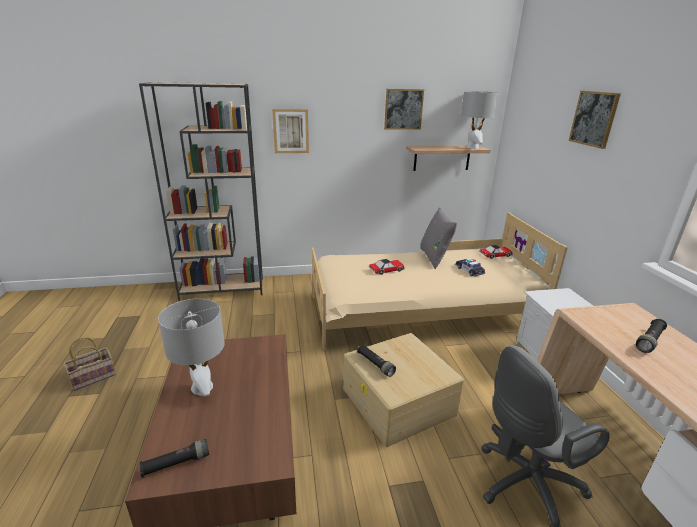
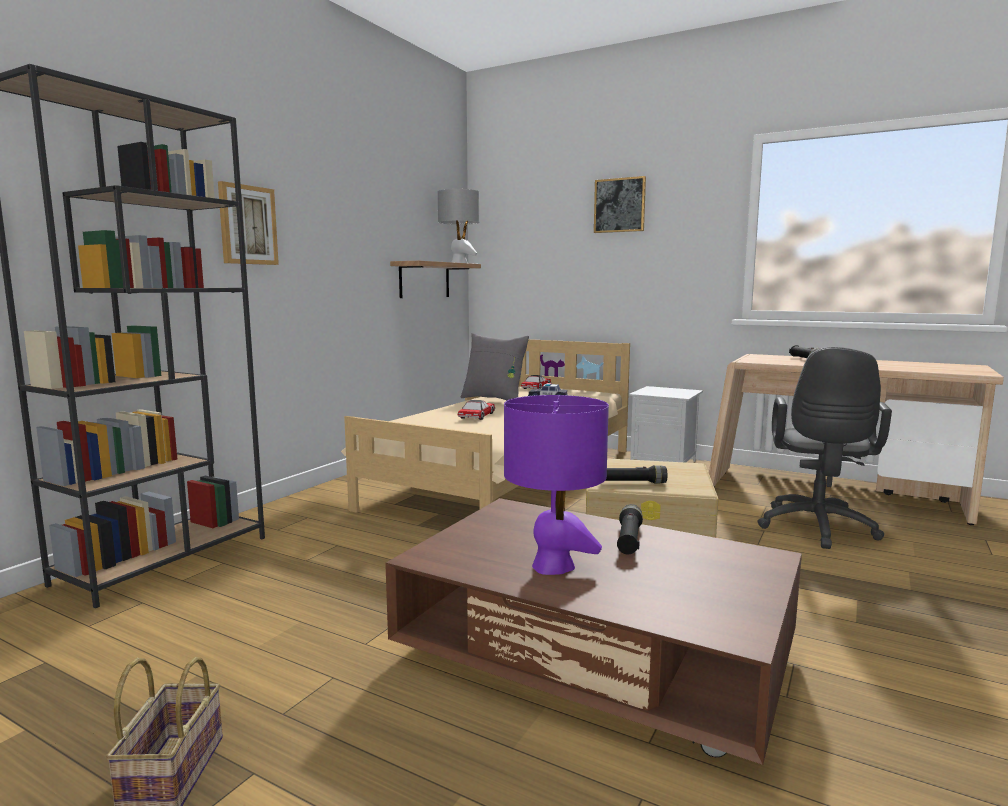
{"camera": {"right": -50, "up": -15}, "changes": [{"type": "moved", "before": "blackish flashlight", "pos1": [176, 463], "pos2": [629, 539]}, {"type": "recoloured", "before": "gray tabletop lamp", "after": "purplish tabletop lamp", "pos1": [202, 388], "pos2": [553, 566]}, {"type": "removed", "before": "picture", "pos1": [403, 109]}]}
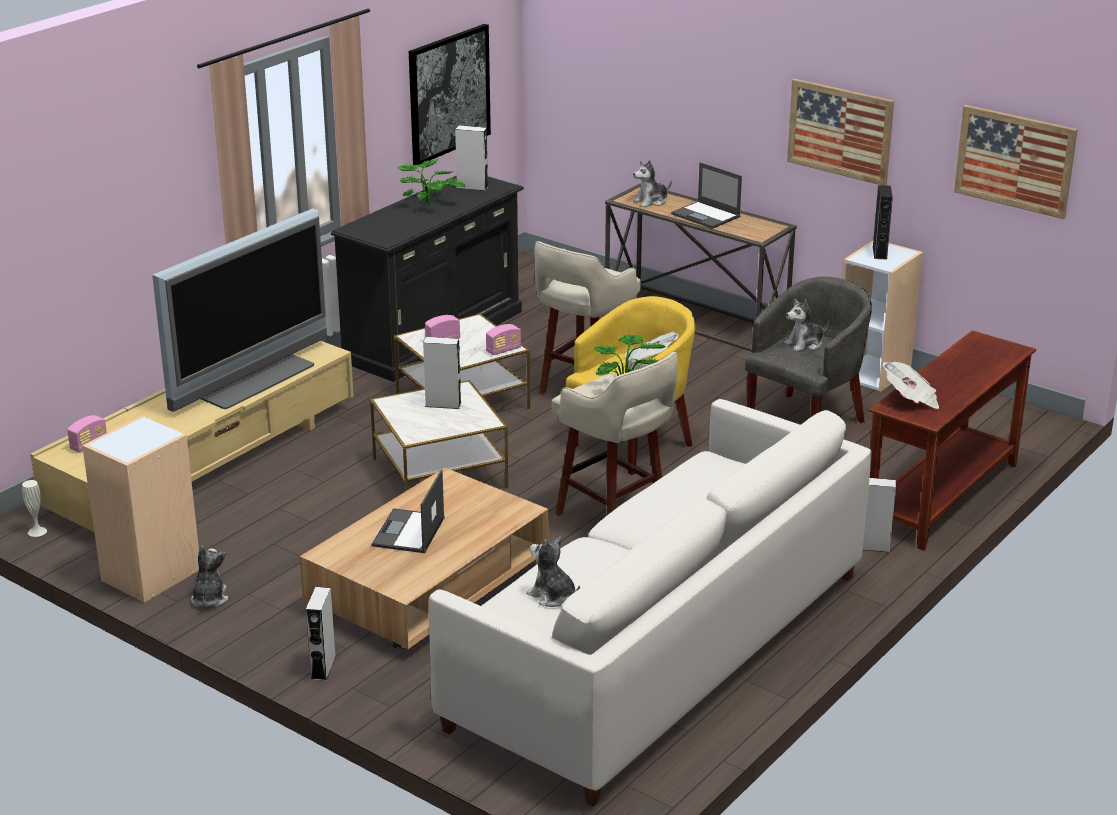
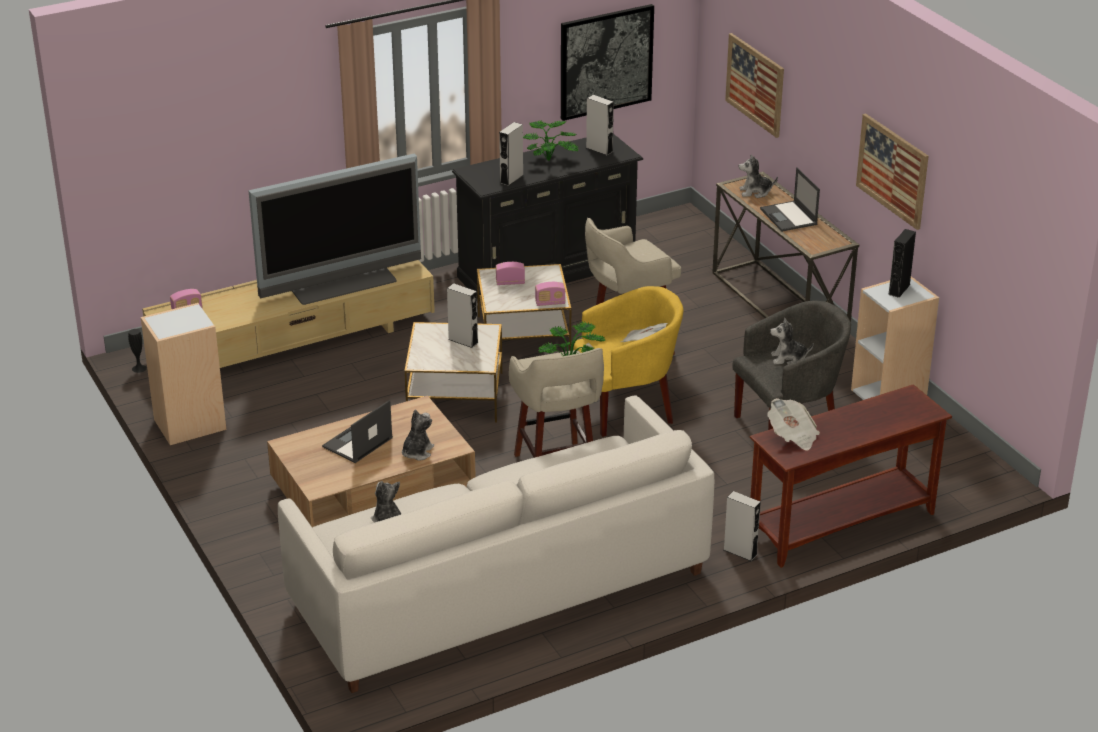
{"camera": {"right": 25, "up": 5}, "changes": [{"type": "recoloured", "before": "white-coloured decorative vase", "after": "blackish decorative vase", "pos1": [37, 531], "pos2": [139, 368]}, {"type": "moved", "before": "plush toy", "pos1": [209, 598], "pos2": [417, 452]}, {"type": "moved", "before": "gray loudspeaker", "pos1": [323, 668], "pos2": [511, 179]}, {"type": "moved", "before": "picture", "pos1": [1015, 161], "pos2": [755, 84]}]}
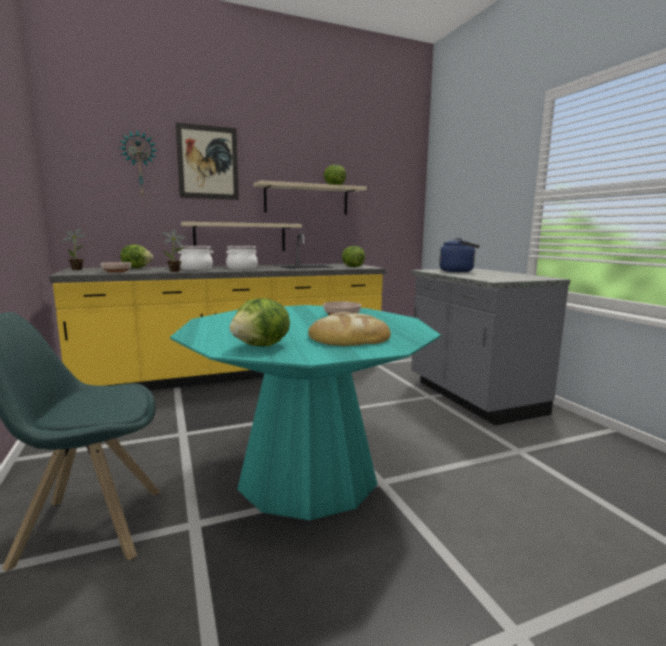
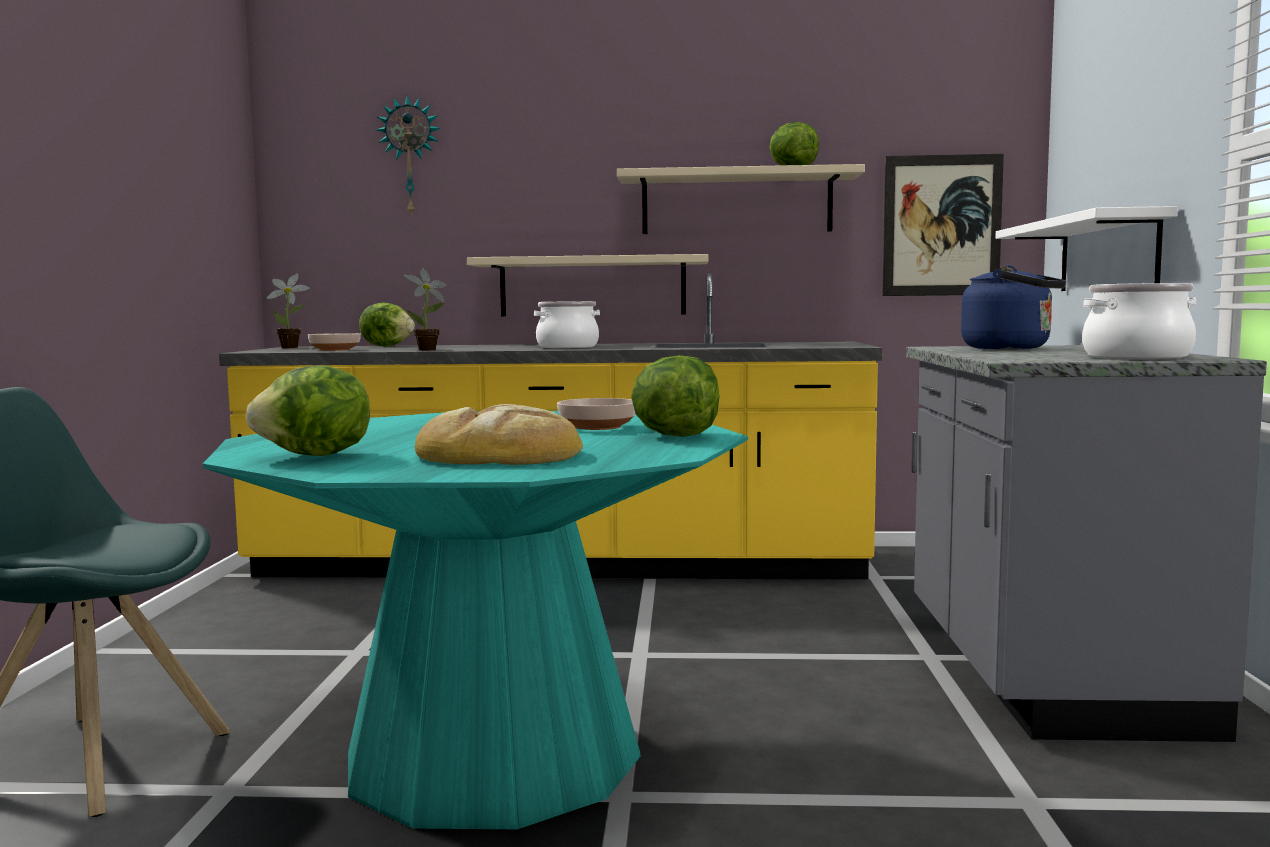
{"camera": {"right": 25, "up": -5}, "changes": [{"type": "moved", "before": "picture", "pos1": [208, 162], "pos2": [941, 225]}, {"type": "moved", "before": "stockpot", "pos1": [196, 269], "pos2": [1136, 357]}, {"type": "moved", "before": "head of lettuce", "pos1": [352, 267], "pos2": [675, 436]}, {"type": "added", "after": "white-coloured wall shelf", "pos2": [1107, 254]}]}
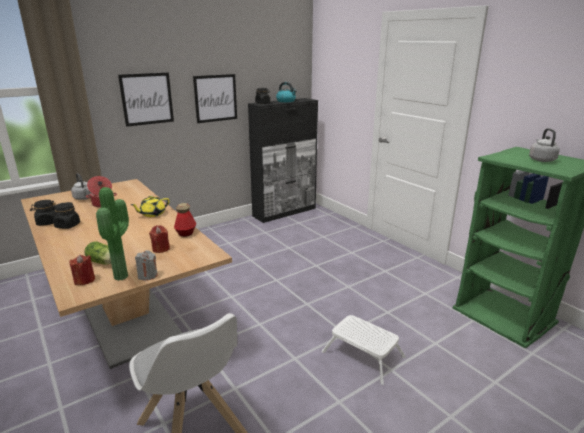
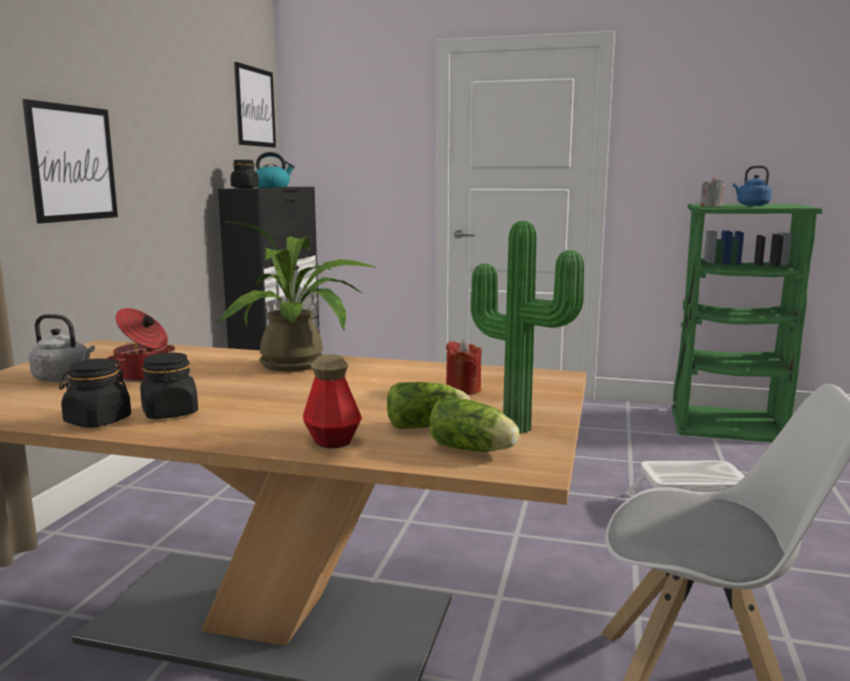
{"camera": {"right": -40, "up": -10}, "changes": [{"type": "replaced", "before": "reddish candle", "after": "head of lettuce", "pos1": [84, 280], "pos2": [474, 450]}, {"type": "replaced", "before": "yellow teapot", "after": "potted plant", "pos1": [152, 214], "pos2": [300, 365]}, {"type": "moved", "before": "gray candle", "pos1": [147, 275], "pos2": [711, 206]}, {"type": "moved", "before": "bottle", "pos1": [186, 233], "pos2": [332, 440]}, {"type": "moved", "before": "picture", "pos1": [215, 98], "pos2": [255, 107]}, {"type": "recoloured", "before": "gray kettle", "after": "blue-coloured kettle", "pos1": [541, 159], "pos2": [751, 205]}]}
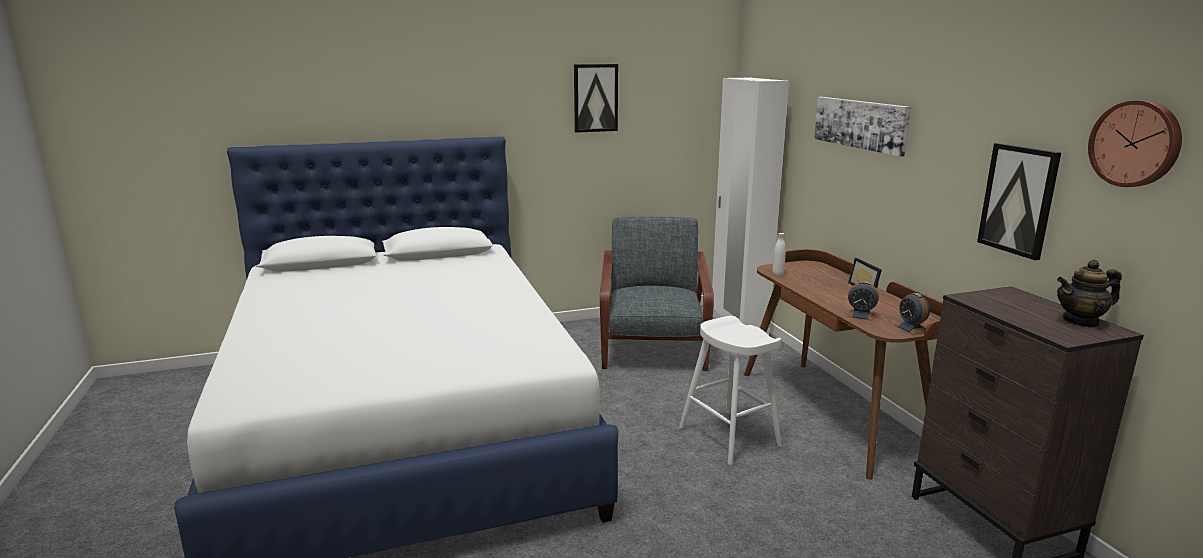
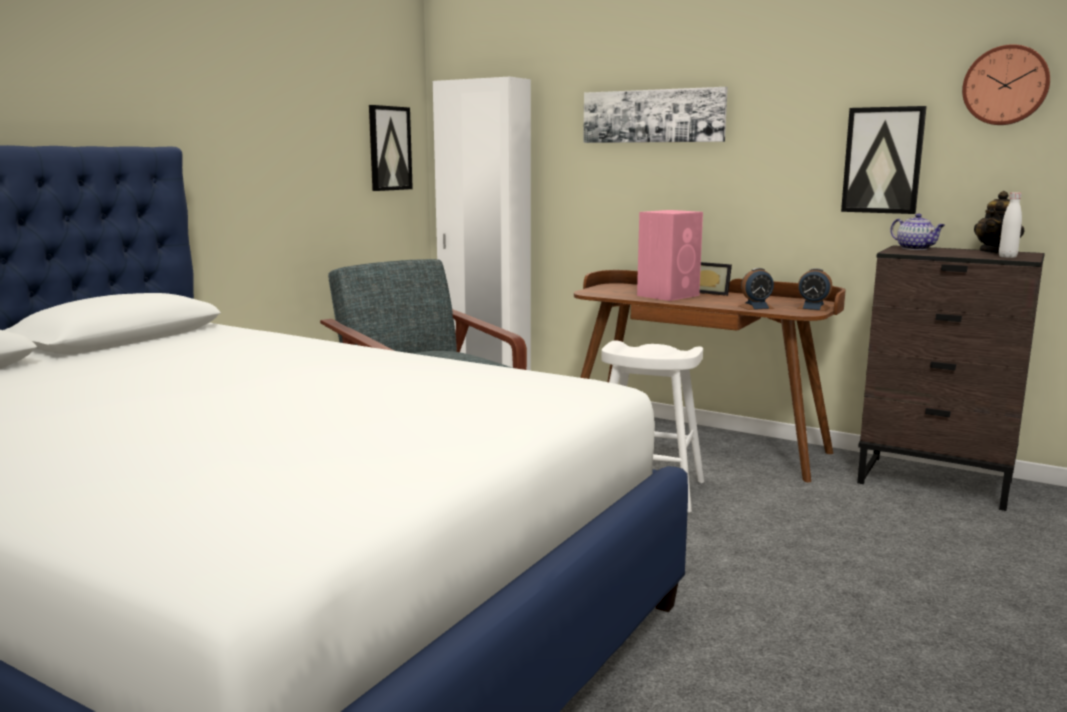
{"camera": {"right": -40, "up": -5}, "changes": [{"type": "moved", "before": "picture", "pos1": [595, 98], "pos2": [389, 148]}, {"type": "moved", "before": "white-coloured bottle", "pos1": [778, 274], "pos2": [1007, 257]}, {"type": "added", "after": "pink loudspeaker", "pos2": [669, 295]}, {"type": "added", "after": "teapot", "pos2": [916, 249]}]}
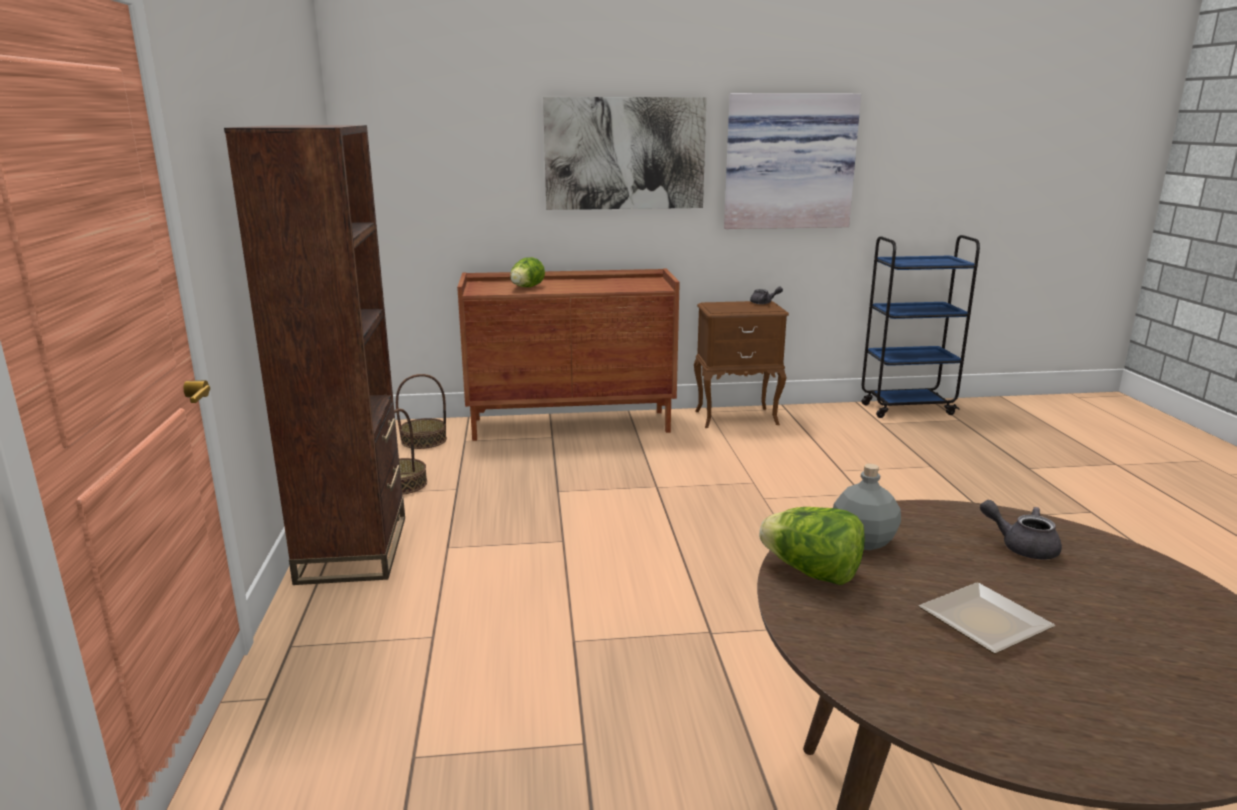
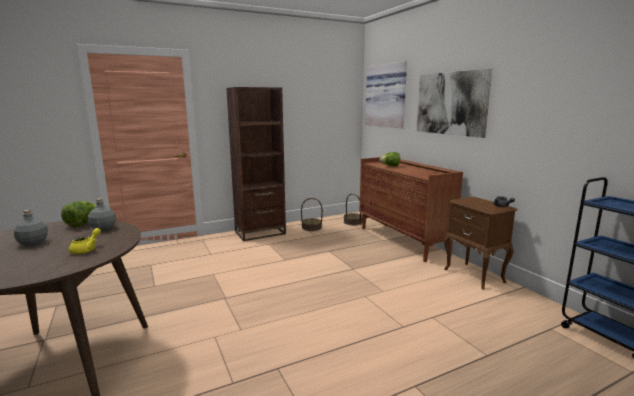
{"camera": {"right": 70, "up": -5}, "changes": [{"type": "moved", "before": "picture", "pos1": [788, 162], "pos2": [387, 95]}, {"type": "replaced", "before": "dinner plate", "after": "gray bottle", "pos1": [979, 622], "pos2": [33, 243]}, {"type": "recoloured", "before": "gray teapot", "after": "yellow teapot", "pos1": [1021, 546], "pos2": [86, 250]}]}
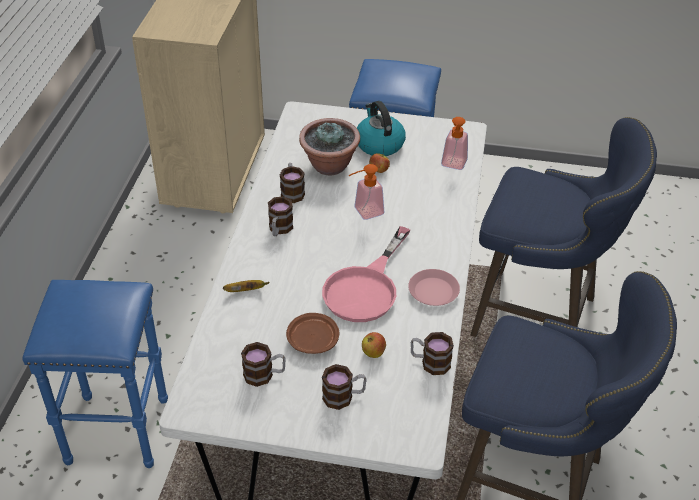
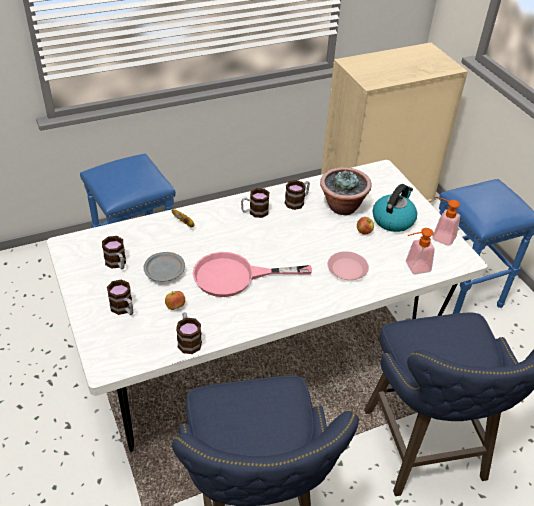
{"camera": {"right": 55, "up": 0}, "changes": [{"type": "recoloured", "before": "brownish dinner plate", "after": "gray dinner plate", "pos1": [312, 339], "pos2": [165, 272]}, {"type": "moved", "before": "liquid soap bottle", "pos1": [364, 212], "pos2": [439, 236]}, {"type": "moved", "before": "pink dinner plate", "pos1": [433, 291], "pos2": [347, 269]}]}
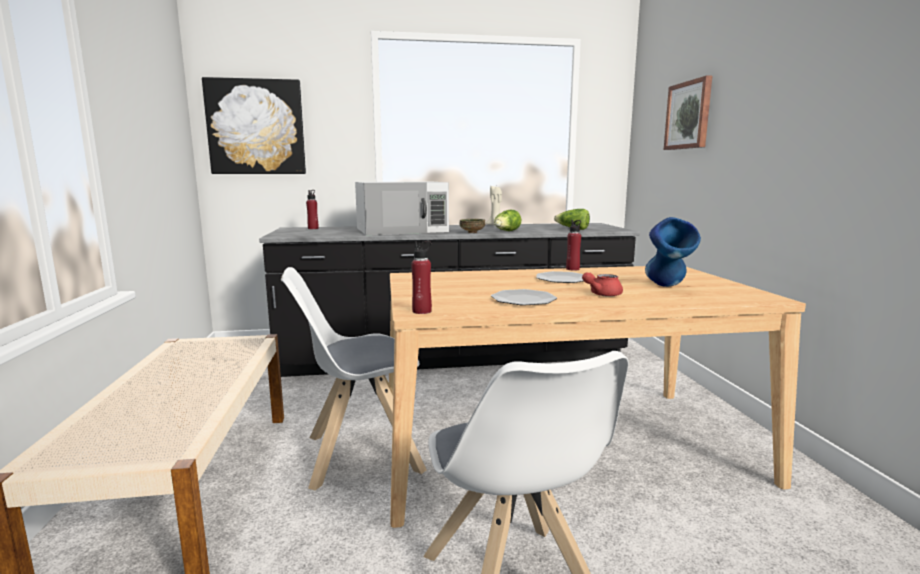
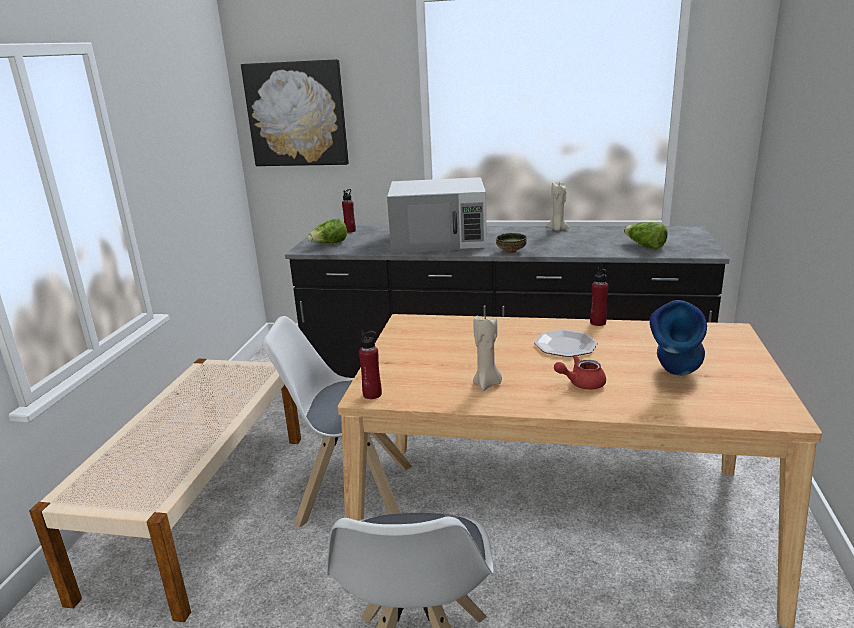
{"camera": {"right": 20, "up": 10}, "changes": [{"type": "replaced", "before": "dinner plate", "after": "beige-coloured candle", "pos1": [523, 299], "pos2": [487, 384]}, {"type": "moved", "before": "head of lettuce", "pos1": [506, 231], "pos2": [329, 244]}, {"type": "removed", "before": "picture", "pos1": [689, 115]}]}
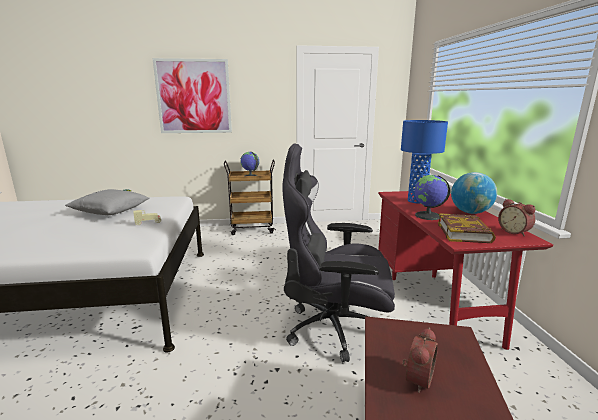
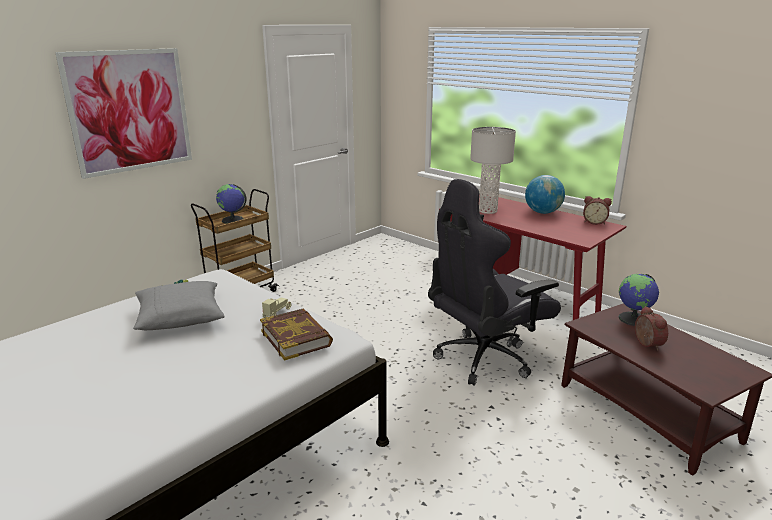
{"camera": {"right": -40, "up": 5}, "changes": [{"type": "recoloured", "before": "blue-coloured tabletop lamp", "after": "white-coloured tabletop lamp", "pos1": [416, 201], "pos2": [487, 210]}, {"type": "moved", "before": "desk globe", "pos1": [428, 216], "pos2": [634, 319]}, {"type": "moved", "before": "volume", "pos1": [464, 232], "pos2": [296, 338]}]}
